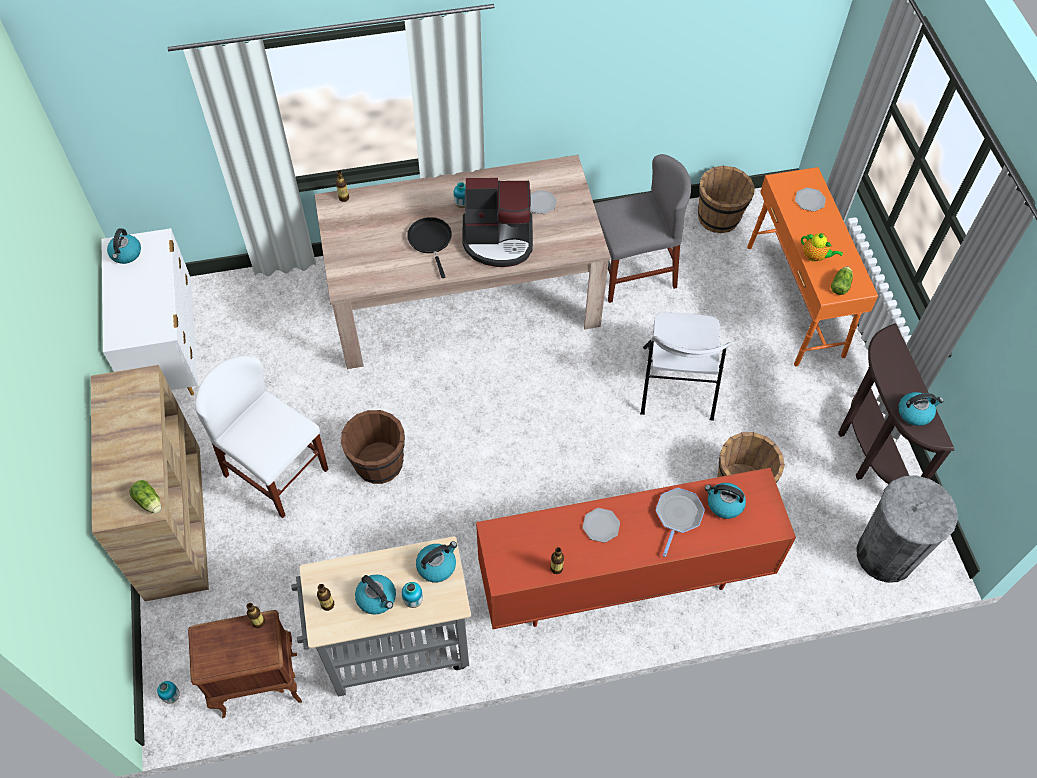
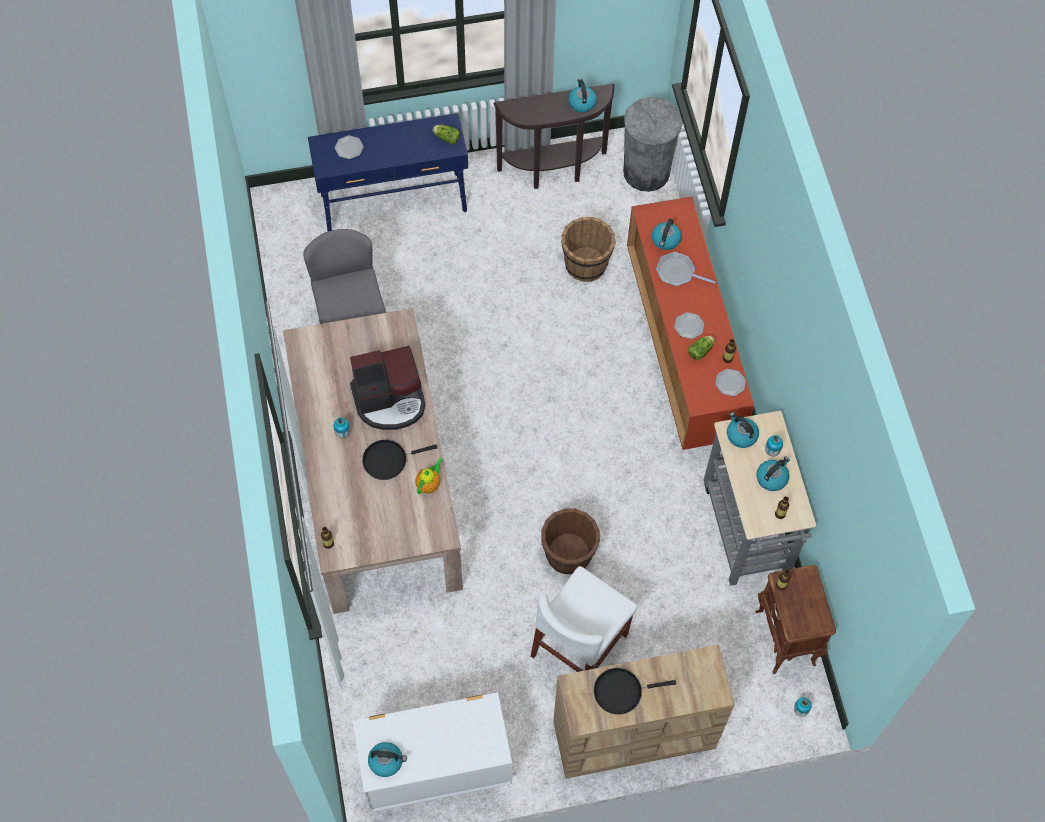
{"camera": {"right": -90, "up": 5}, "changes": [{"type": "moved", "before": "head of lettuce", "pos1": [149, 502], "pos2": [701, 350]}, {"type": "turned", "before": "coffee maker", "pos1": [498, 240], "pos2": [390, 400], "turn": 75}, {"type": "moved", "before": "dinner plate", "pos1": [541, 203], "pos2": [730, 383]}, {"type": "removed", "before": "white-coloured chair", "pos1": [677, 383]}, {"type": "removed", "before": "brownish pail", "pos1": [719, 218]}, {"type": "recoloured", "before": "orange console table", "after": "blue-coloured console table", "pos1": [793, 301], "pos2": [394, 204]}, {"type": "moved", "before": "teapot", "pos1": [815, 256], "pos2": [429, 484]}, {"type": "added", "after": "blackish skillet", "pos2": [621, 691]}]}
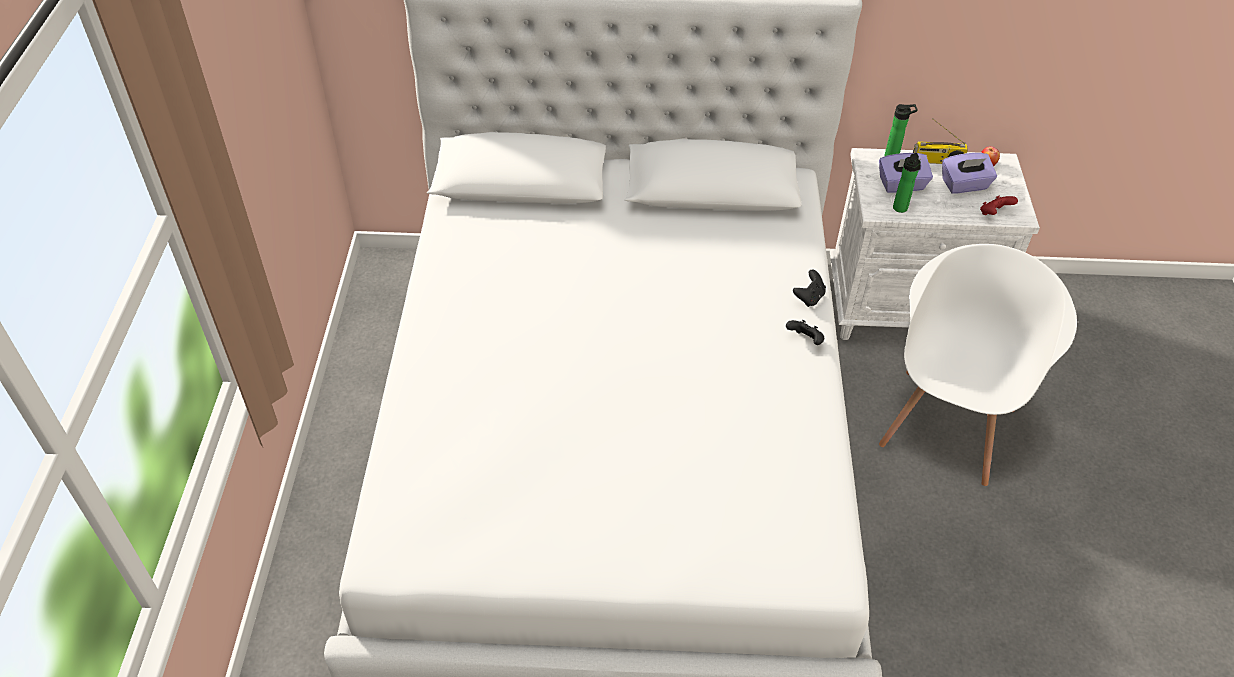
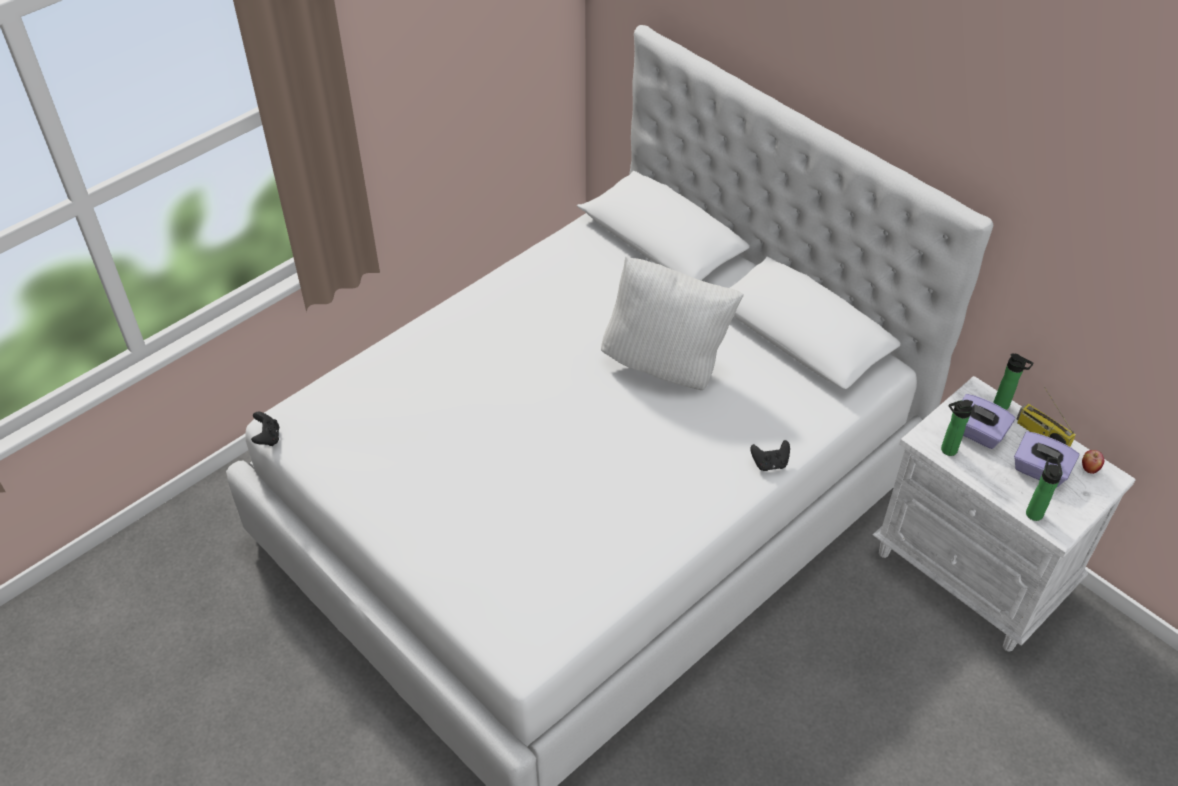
{"camera": {"right": 45, "up": 0}, "changes": [{"type": "moved", "before": "blackish gamepad", "pos1": [805, 340], "pos2": [267, 438]}, {"type": "removed", "before": "white-coloured chair", "pos1": [947, 425]}, {"type": "replaced", "before": "reddish gamepad", "after": "bottle", "pos1": [994, 214], "pos2": [1034, 512]}, {"type": "added", "after": "white-coloured pillow", "pos2": [666, 365]}]}
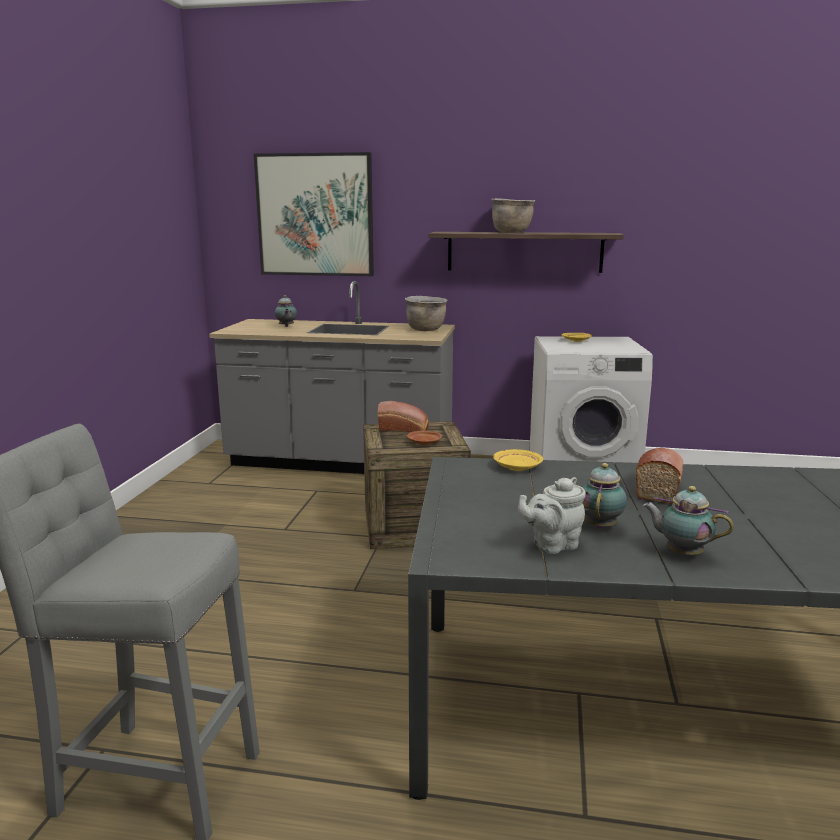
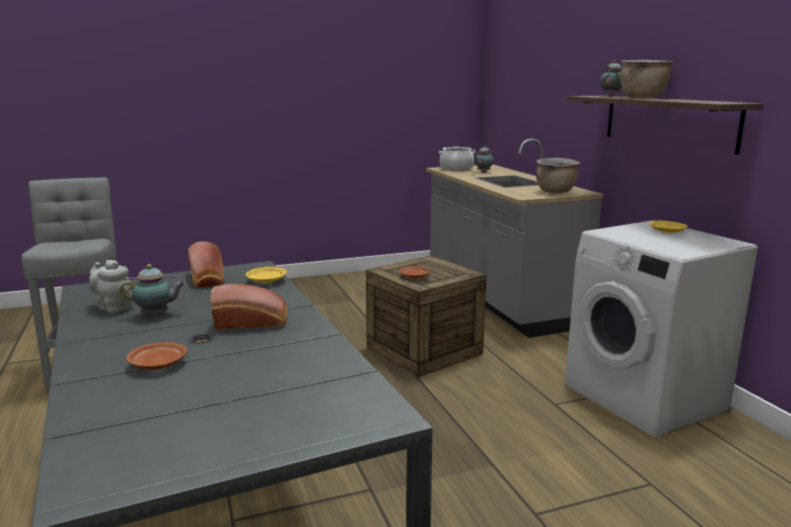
{"camera": {"right": 60, "up": 0}, "changes": [{"type": "removed", "before": "picture", "pos1": [315, 215]}, {"type": "moved", "before": "baked bread", "pos1": [404, 429], "pos2": [207, 279]}, {"type": "moved", "before": "teapot", "pos1": [681, 553], "pos2": [611, 96]}, {"type": "added", "after": "brownish dinner plate", "pos2": [157, 364]}, {"type": "added", "after": "stockpot", "pos2": [456, 169]}]}
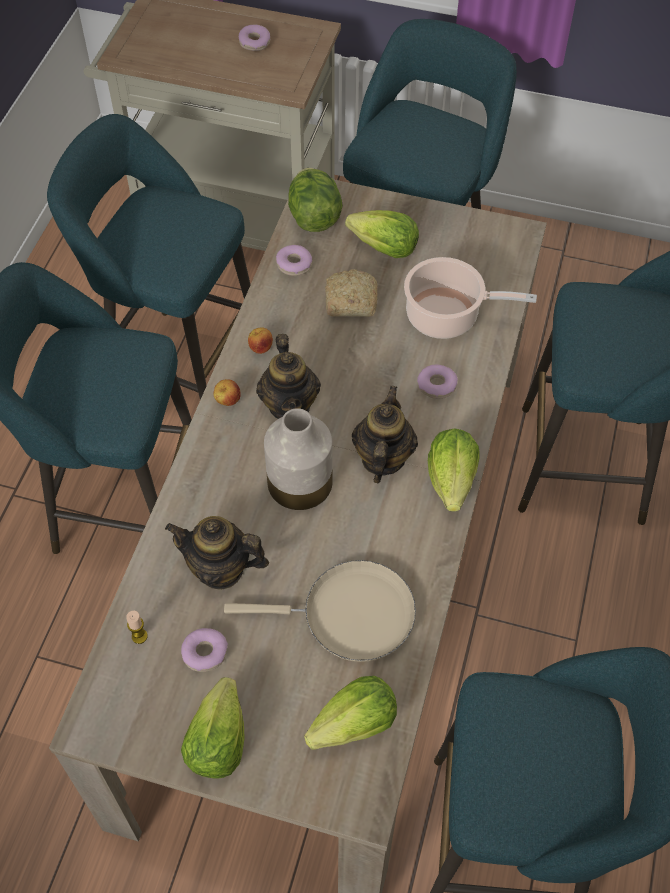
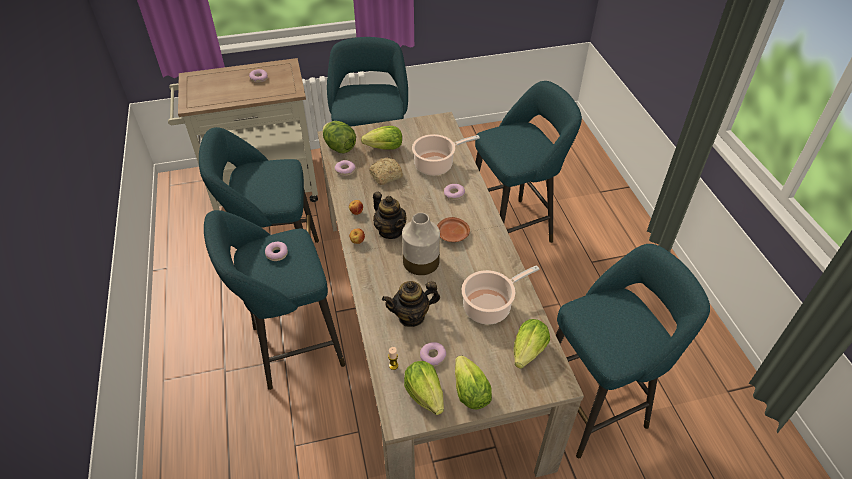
{"camera": {"right": -30, "up": -10}, "changes": [{"type": "replaced", "before": "beige-coloured skillet", "after": "stockpot", "pos1": [350, 615], "pos2": [489, 306]}, {"type": "replaced", "before": "teapot", "after": "brownish dinner plate", "pos1": [382, 458], "pos2": [452, 234]}, {"type": "moved", "before": "head of lettuce", "pos1": [452, 480], "pos2": [425, 394]}, {"type": "added", "after": "ring doughnut", "pos2": [277, 254]}]}
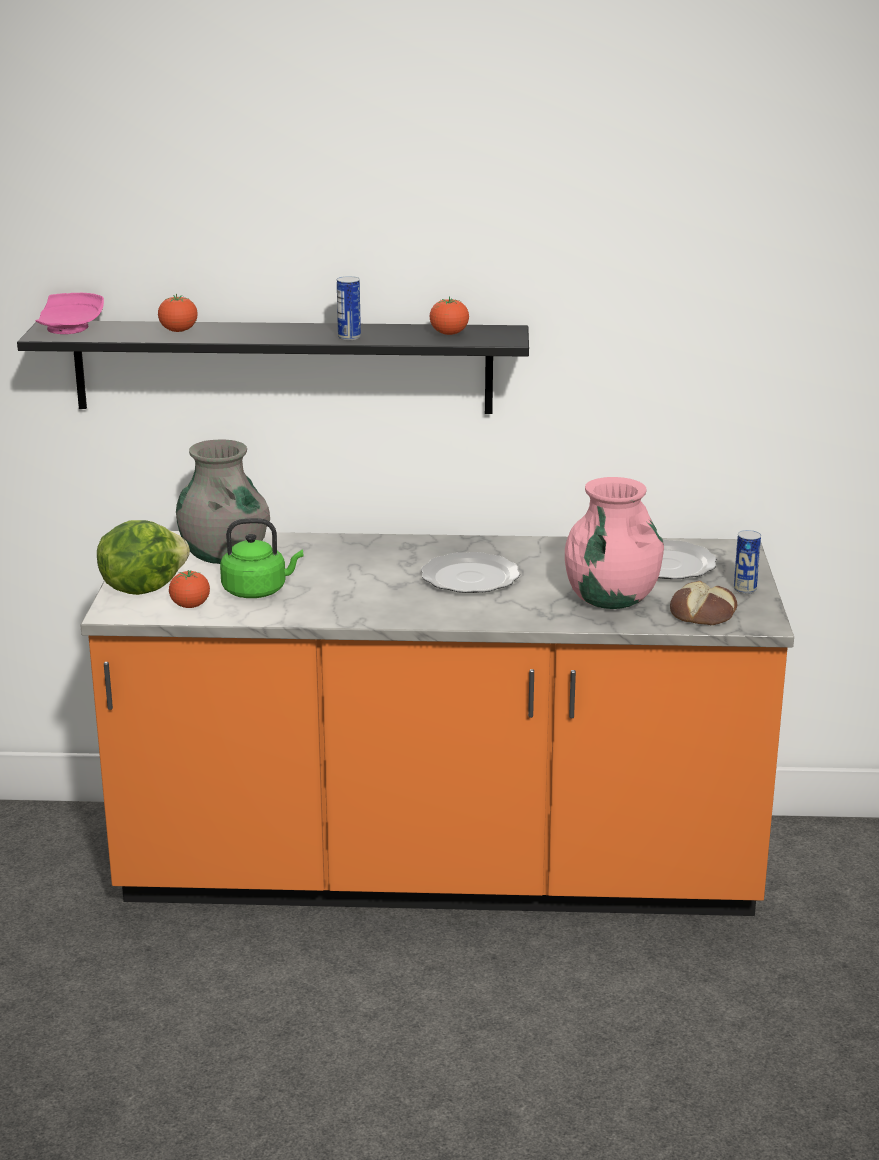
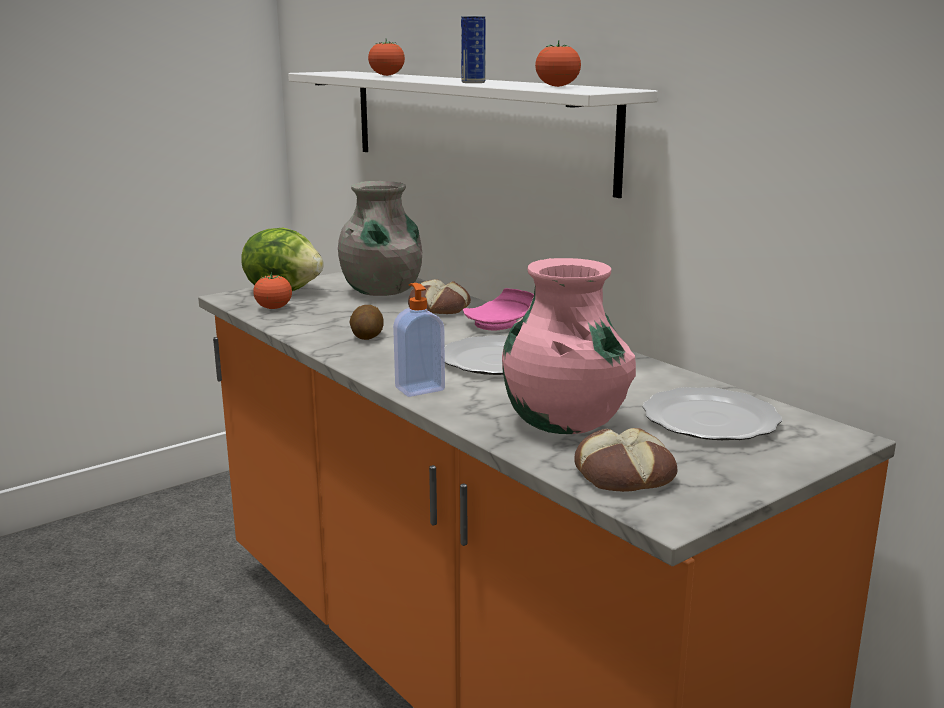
{"camera": {"right": 50, "up": -5}, "changes": [{"type": "recoloured", "before": "blackish wall shelf", "after": "white-coloured wall shelf", "pos1": [283, 366], "pos2": [472, 125]}, {"type": "moved", "before": "pink dinner plate", "pos1": [71, 327], "pos2": [501, 324]}, {"type": "removed", "before": "greenish kettle", "pos1": [258, 591]}, {"type": "removed", "before": "metal can", "pos1": [745, 589]}, {"type": "added", "after": "whole potato", "pos2": [367, 336]}, {"type": "added", "after": "liquid soap bottle", "pos2": [419, 388]}, {"type": "added", "after": "baked bread", "pos2": [438, 308]}]}
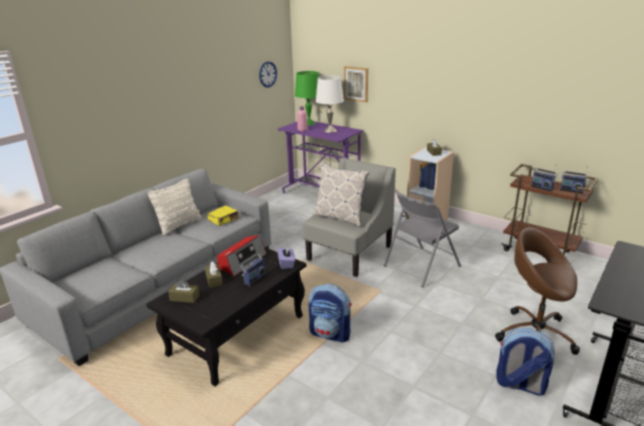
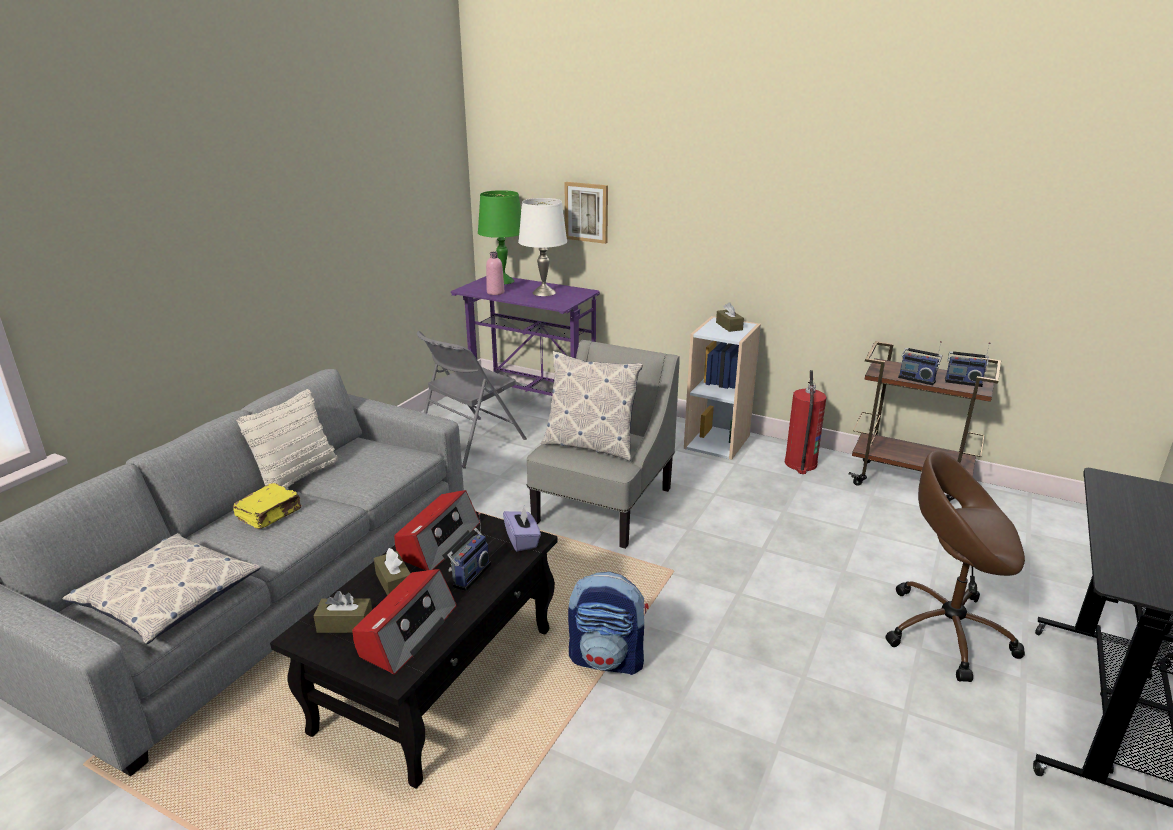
{"camera": {"right": -10, "up": 0}, "changes": [{"type": "moved", "before": "yellow volume", "pos1": [224, 220], "pos2": [270, 515]}, {"type": "removed", "before": "clock on the wall", "pos1": [267, 74]}, {"type": "moved", "before": "gray chair", "pos1": [421, 266], "pos2": [471, 442]}, {"type": "removed", "before": "rucksack", "pos1": [520, 385]}, {"type": "added", "after": "pillow", "pos2": [168, 597]}, {"type": "added", "after": "radio", "pos2": [406, 632]}, {"type": "added", "after": "fire extinguisher", "pos2": [800, 464]}]}
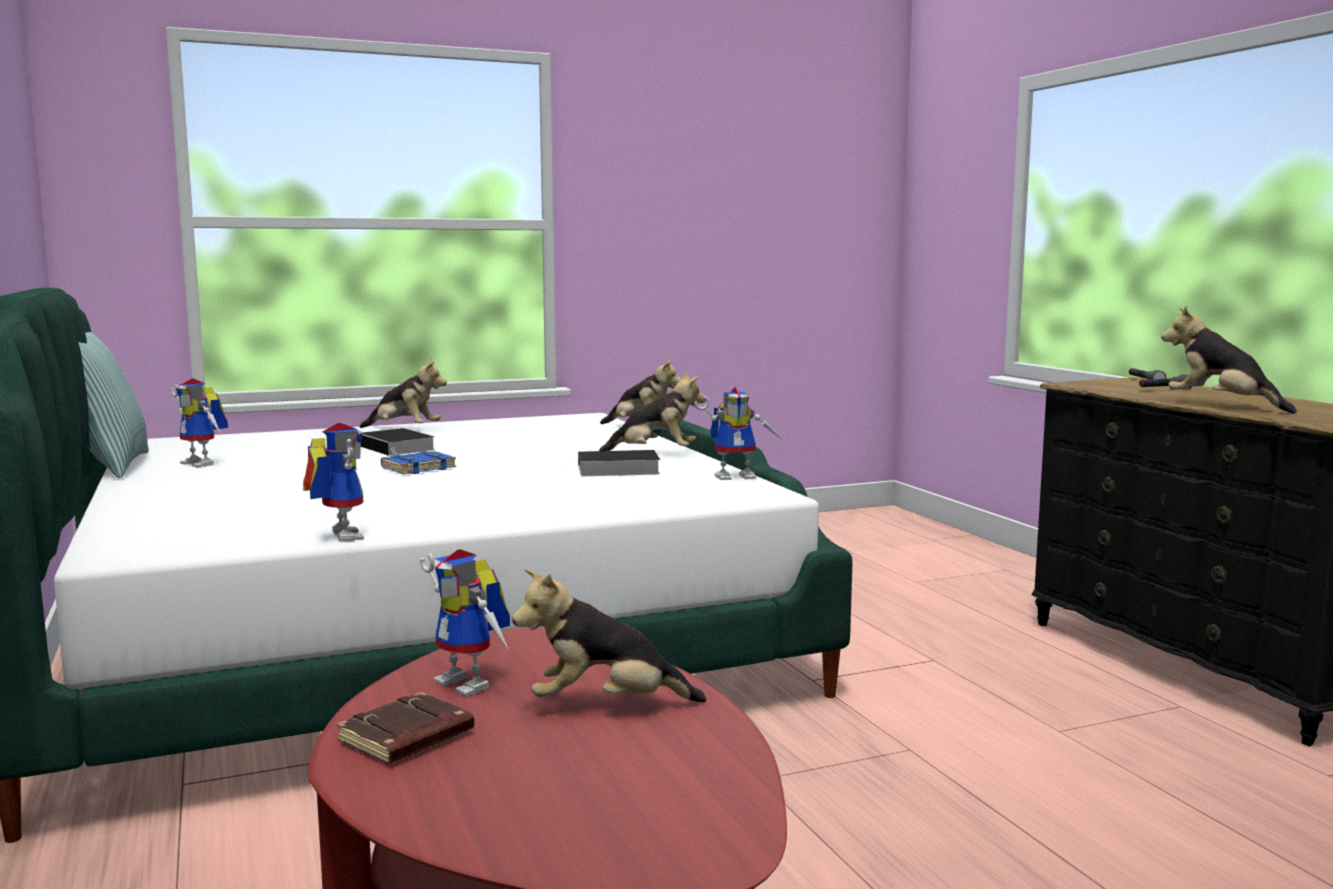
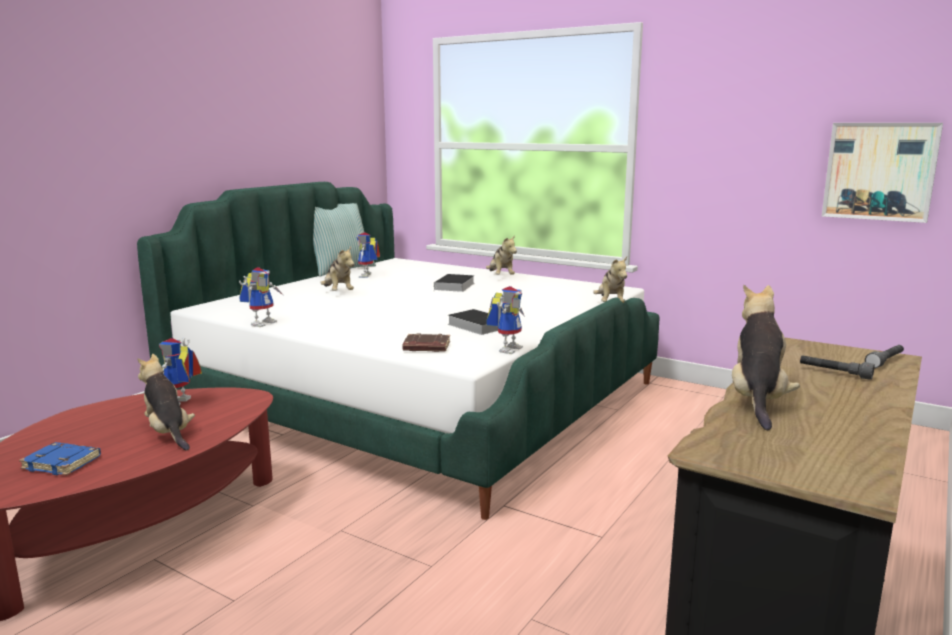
{"camera": {"right": 55, "up": 5}, "changes": [{"type": "moved", "before": "brownish volume", "pos1": [406, 738], "pos2": [426, 347]}, {"type": "moved", "before": "blue-coloured volume", "pos1": [418, 468], "pos2": [63, 463]}, {"type": "moved", "before": "plush toy", "pos1": [654, 454], "pos2": [338, 292]}, {"type": "turned", "before": "model robot", "pos1": [737, 476], "pos2": [507, 348], "turn": -105}, {"type": "added", "after": "picture", "pos2": [879, 171]}]}
